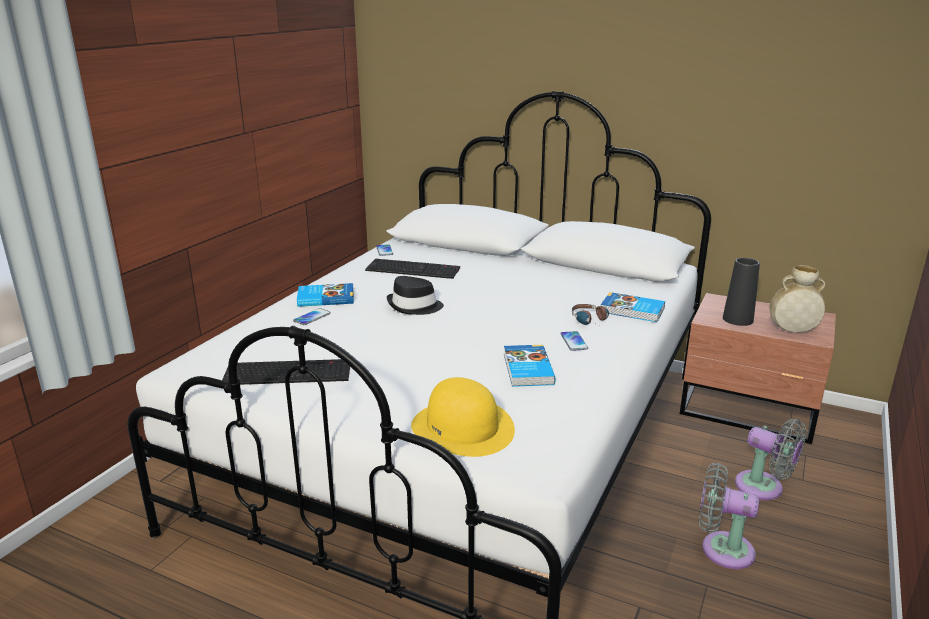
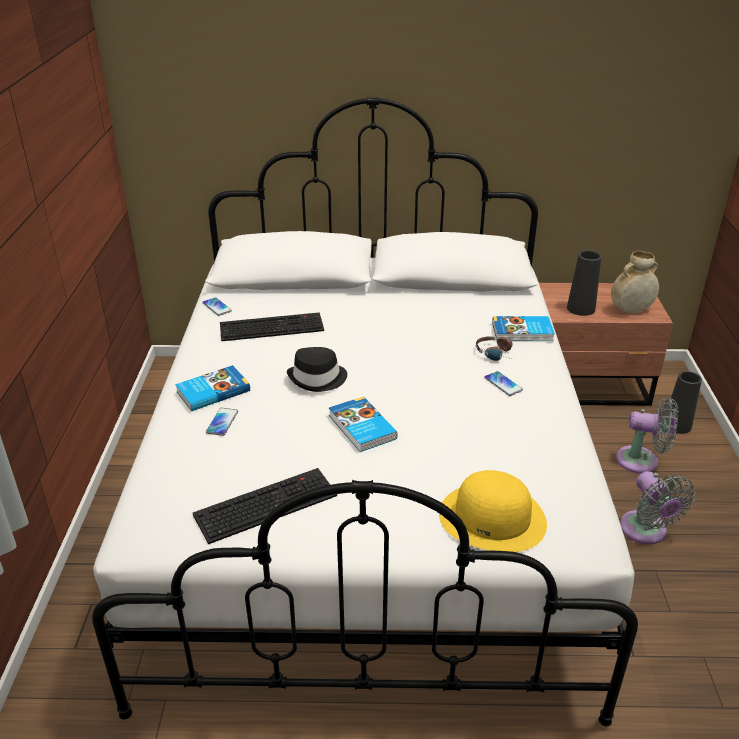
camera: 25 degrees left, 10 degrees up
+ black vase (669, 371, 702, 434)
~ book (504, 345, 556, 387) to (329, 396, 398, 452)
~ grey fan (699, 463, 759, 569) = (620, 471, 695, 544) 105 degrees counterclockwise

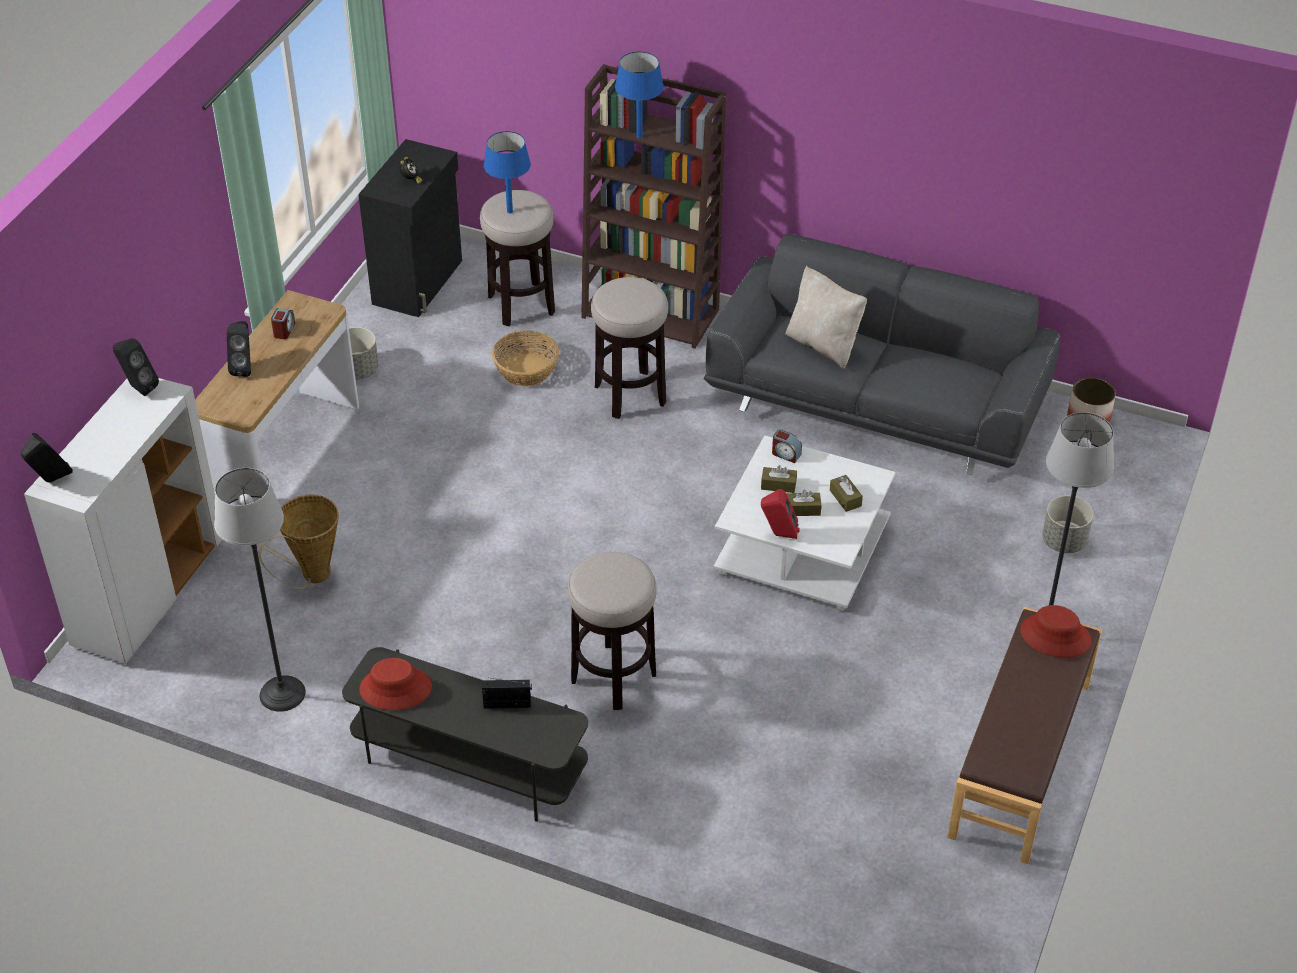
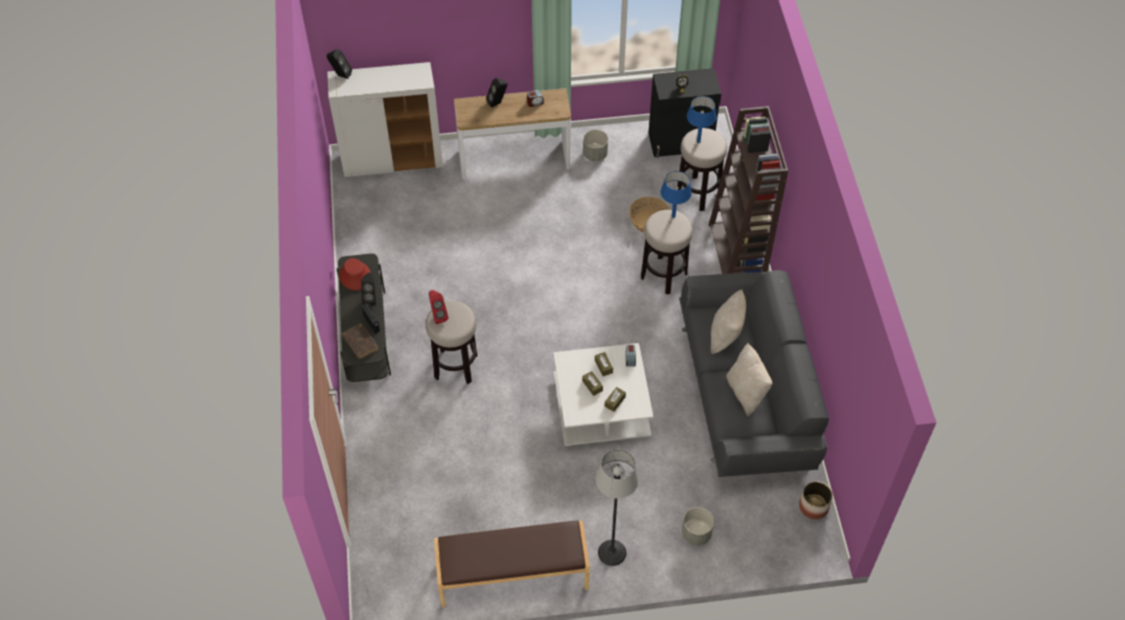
camera: 60 degrees right, 10 degrees up
- floor lamp (214, 468, 306, 712)
- basket (258, 495, 339, 589)
- red hat (1020, 605, 1092, 658)
+ brown book (342, 323, 379, 359)
+ beige pillow (726, 343, 772, 416)
~ black speaker (113, 338, 159, 396) to (361, 273, 376, 306)
~ blue table lamp (615, 51, 664, 138) to (661, 171, 692, 218)
~ red speaker (761, 489, 800, 539) to (429, 290, 449, 324)

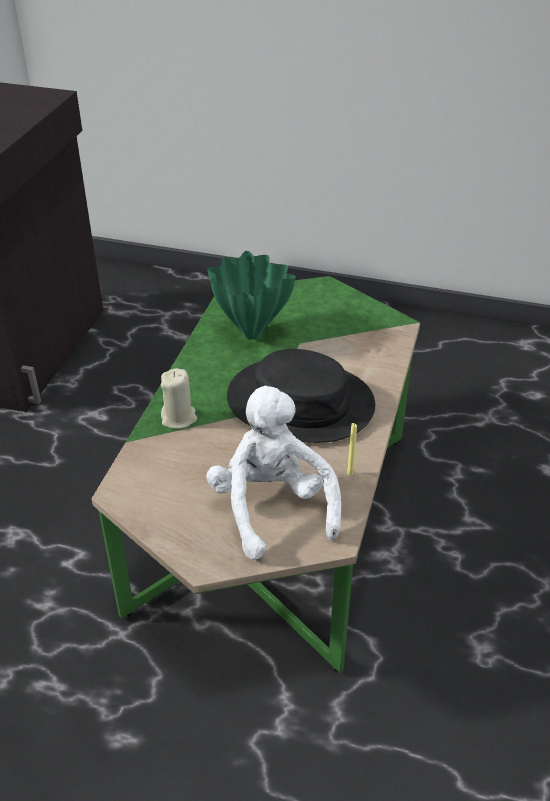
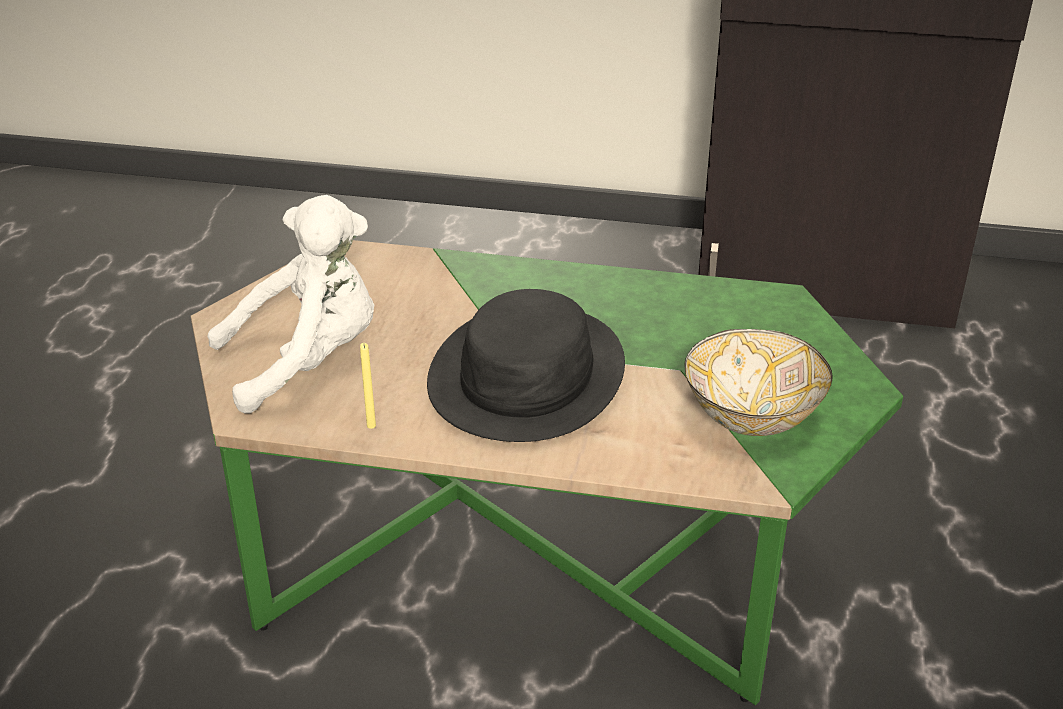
camera: 85 degrees right, 5 degrees down
- beige candle (161, 368, 197, 429)
- green vase (207, 251, 296, 340)
+ bowl (685, 329, 832, 436)

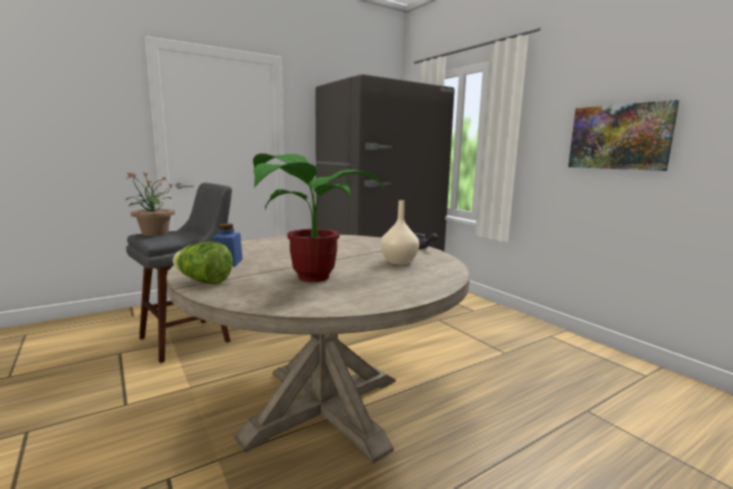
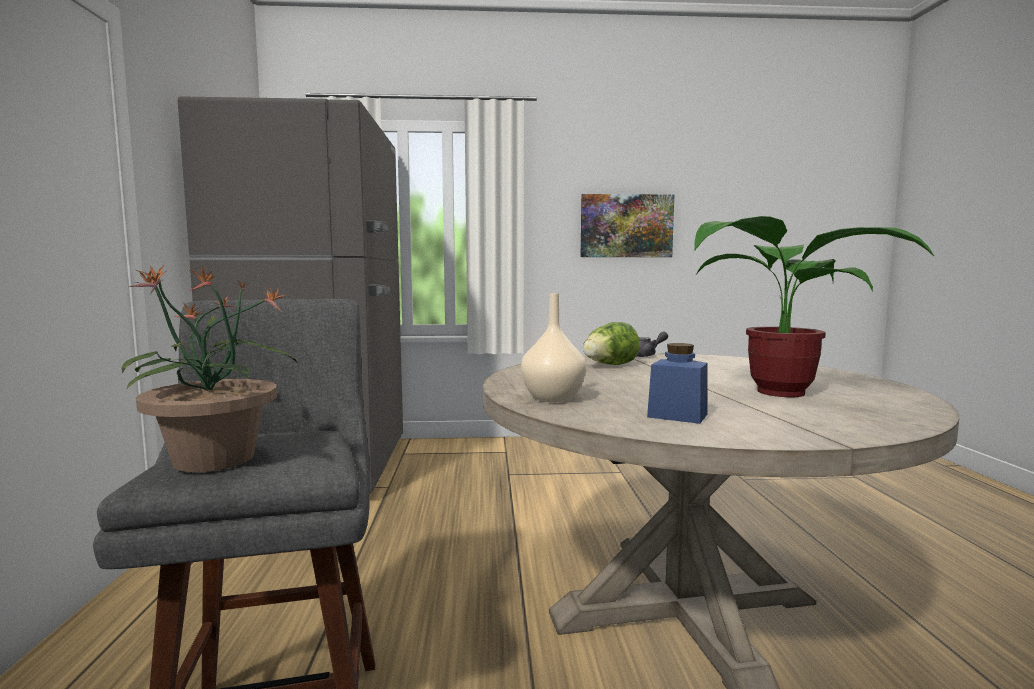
camera: 60 degrees left, 5 degrees down
~ lettuce (173, 241, 233, 285) to (583, 322, 640, 365)
~ beige vase (381, 200, 419, 265) to (521, 293, 586, 403)

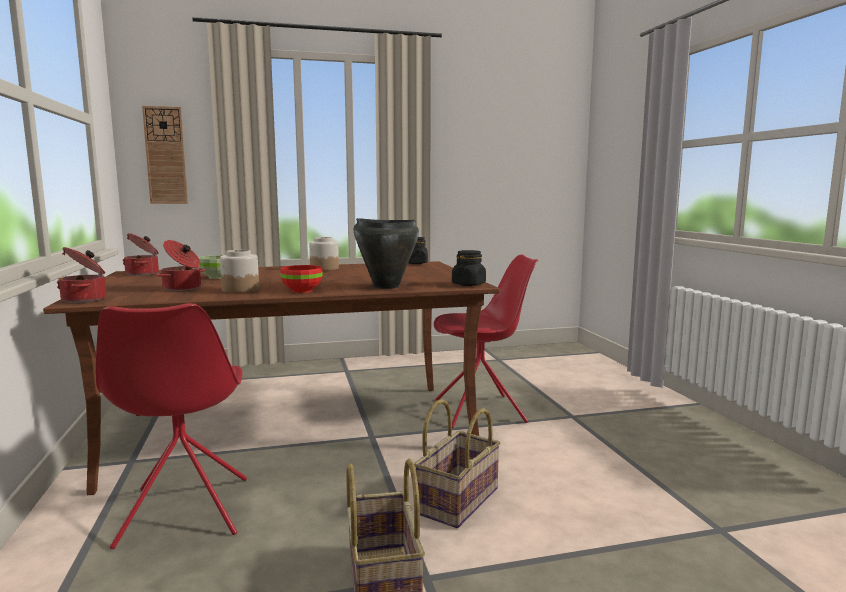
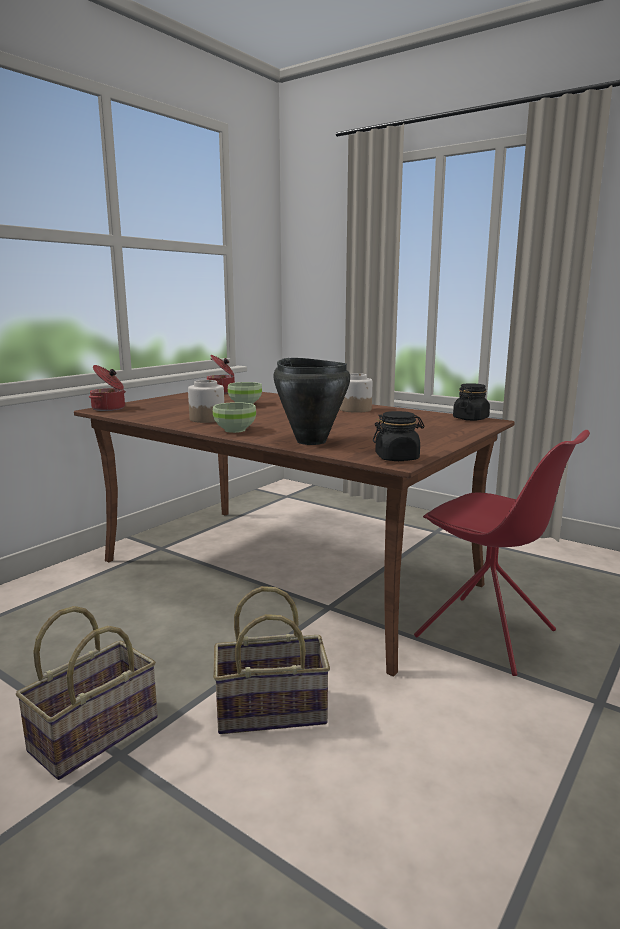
camera: 50 degrees right, 5 degrees up
- red chair (96, 303, 247, 549)
- wall clock (142, 106, 188, 204)
- cooking pot (156, 240, 205, 291)
~ red bowl (280, 265, 323, 293) to green bowl (213, 402, 256, 433)

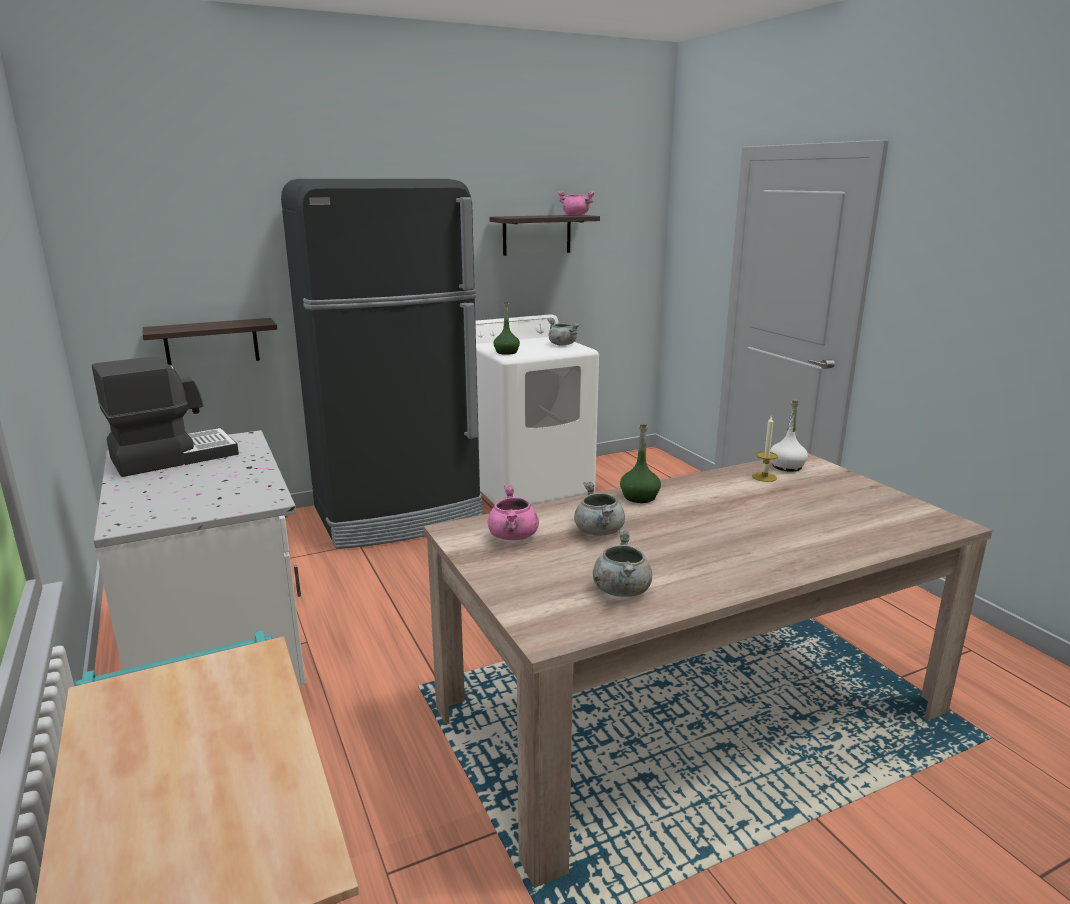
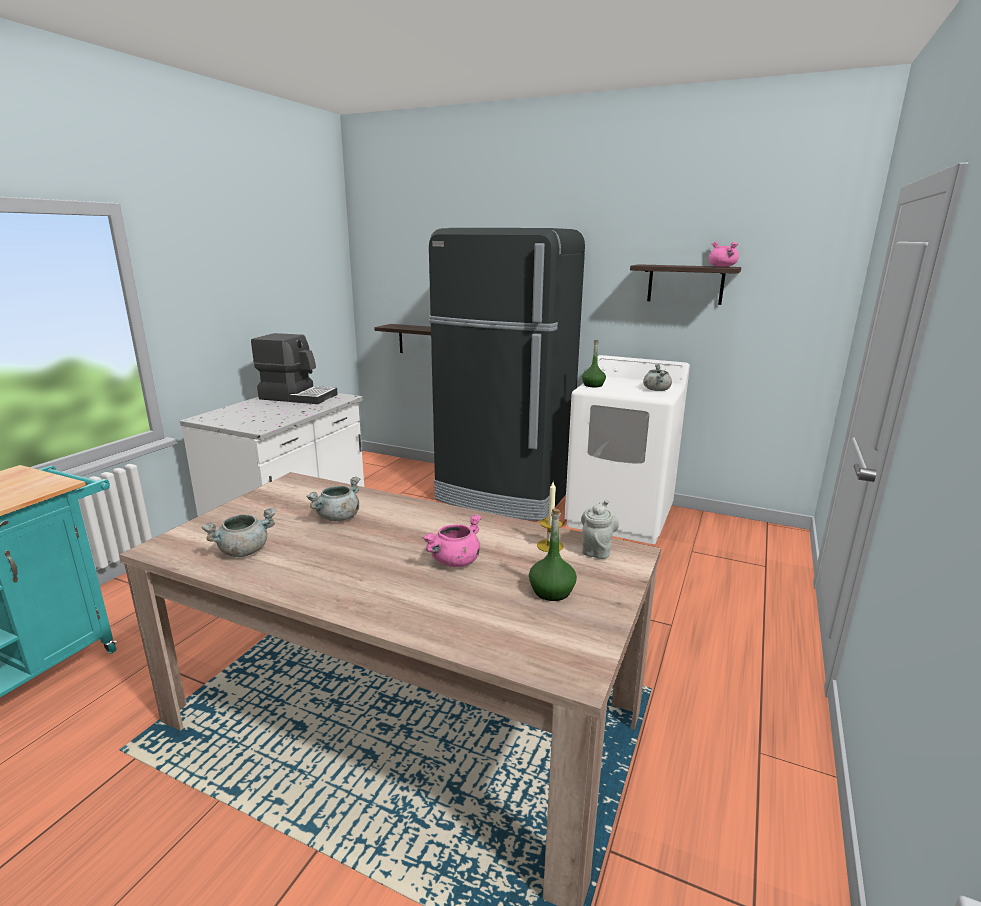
camera: 50 degrees right, 0 degrees up
~ pink cooking pot (488, 485, 539, 540) to (423, 514, 482, 567)
~ green bottle (620, 424, 661, 503) to (529, 508, 577, 601)
~ white bottle (770, 399, 808, 472) to grey teapot (581, 499, 619, 559)

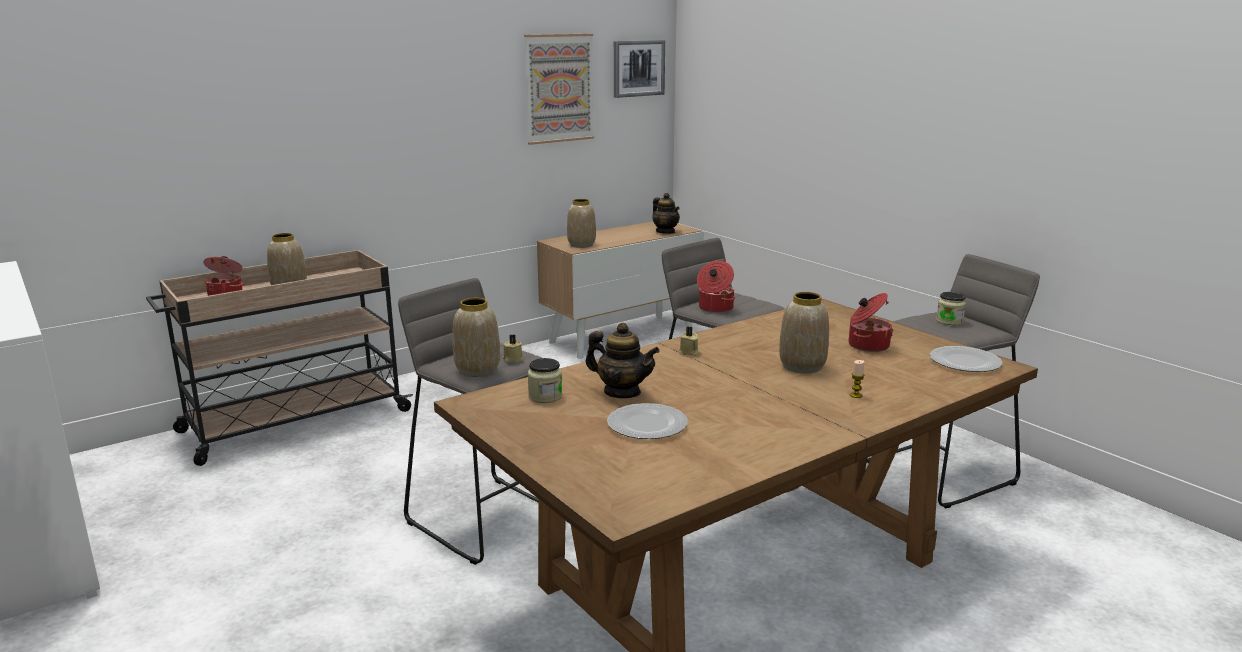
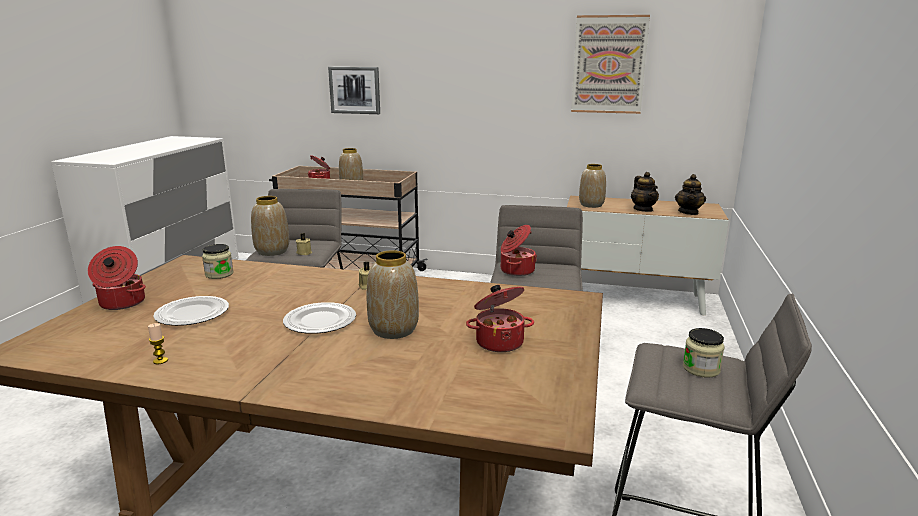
camera: 50 degrees right, 0 degrees up
+ cooking pot (88, 246, 146, 310)
~ teapot (585, 323, 660, 398) to (631, 172, 659, 212)
~ picture (614, 40, 665, 98) to (328, 67, 380, 114)
~ candle (850, 360, 865, 398) to (148, 323, 168, 364)
~ plate (930, 346, 1003, 372) to (283, 302, 356, 334)

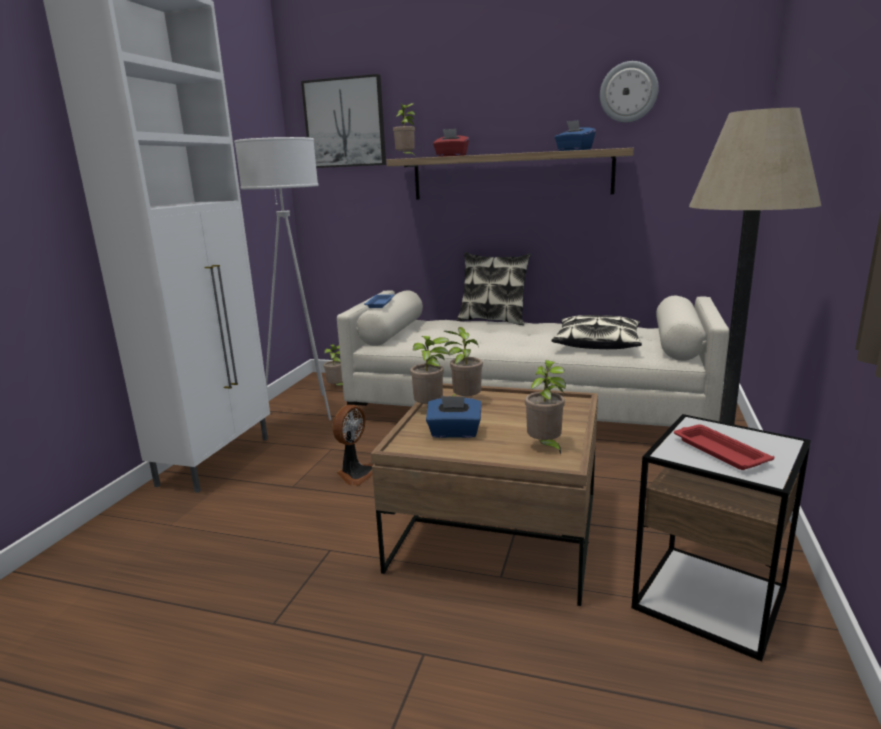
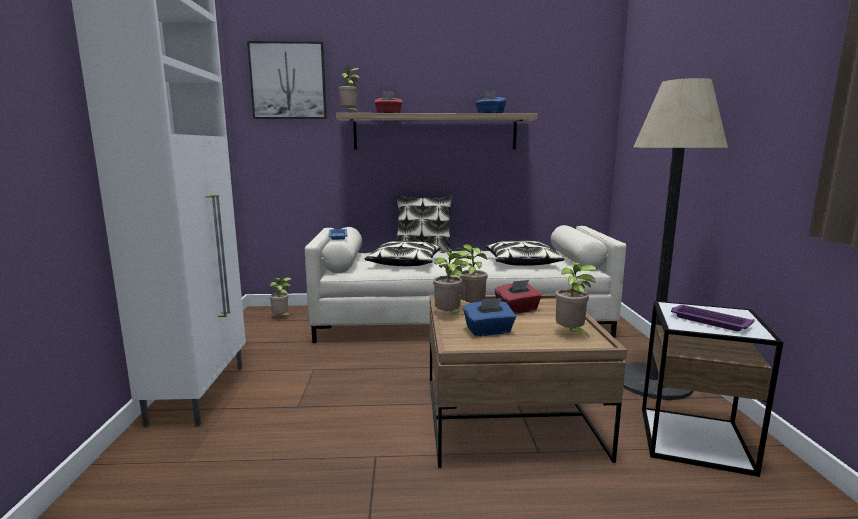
camera: 20 degrees left, 5 degrees down
- white floor lamp (234, 137, 331, 420)
- fan (332, 405, 373, 486)
- wall clock (600, 61, 659, 122)
+ pillow (364, 241, 441, 266)
+ red tissue box (495, 280, 542, 314)
~ red tray (674, 424, 774, 470) to purple tray (671, 305, 755, 331)

